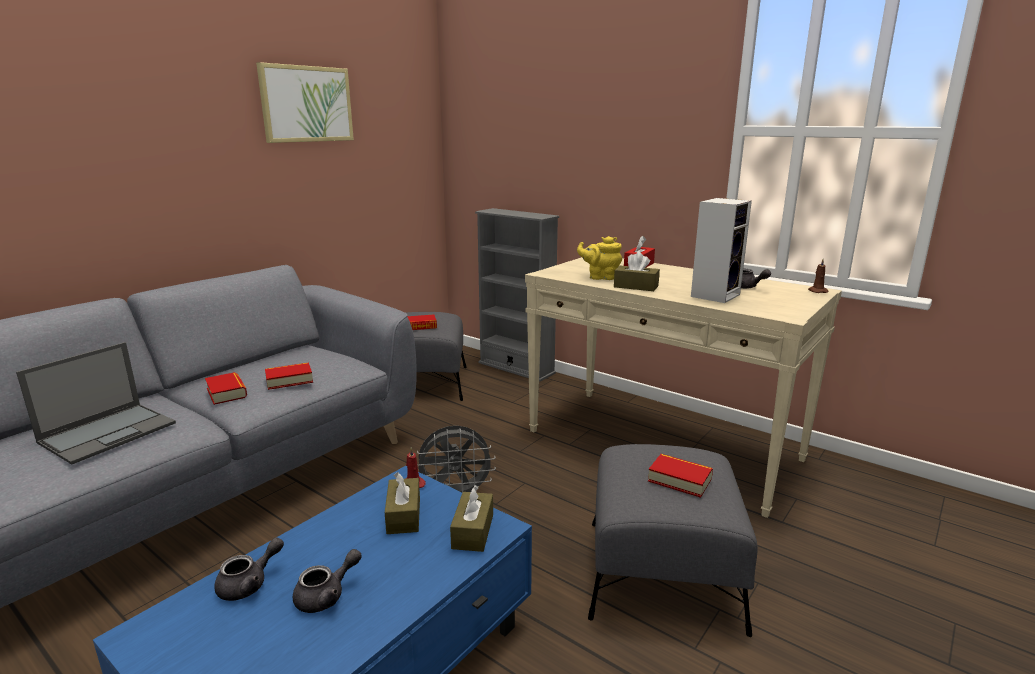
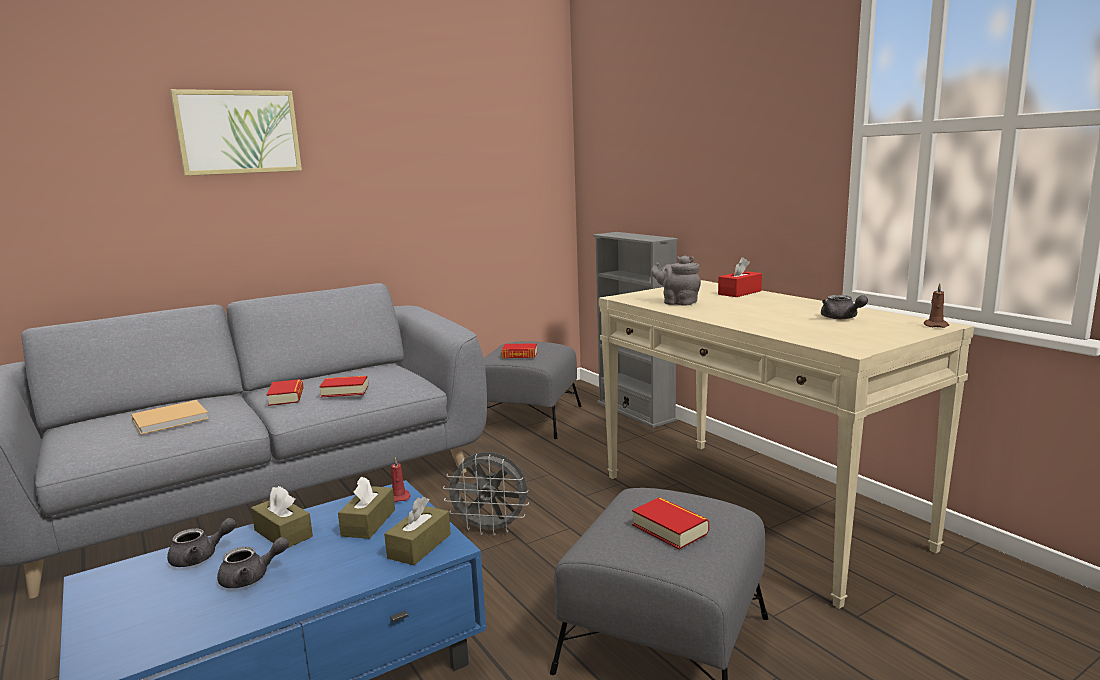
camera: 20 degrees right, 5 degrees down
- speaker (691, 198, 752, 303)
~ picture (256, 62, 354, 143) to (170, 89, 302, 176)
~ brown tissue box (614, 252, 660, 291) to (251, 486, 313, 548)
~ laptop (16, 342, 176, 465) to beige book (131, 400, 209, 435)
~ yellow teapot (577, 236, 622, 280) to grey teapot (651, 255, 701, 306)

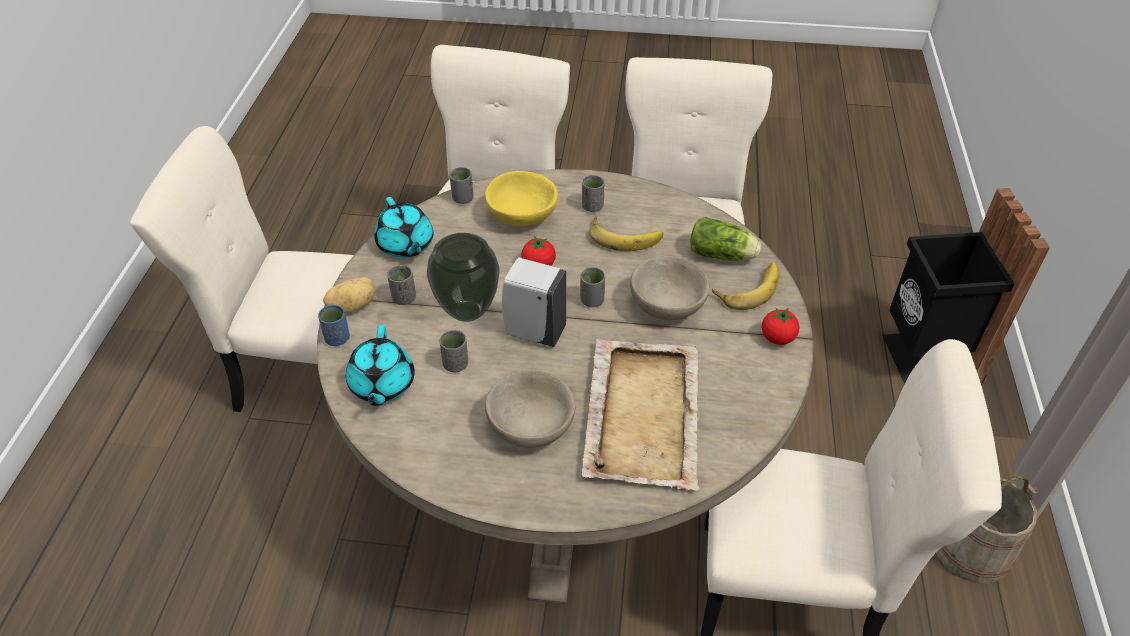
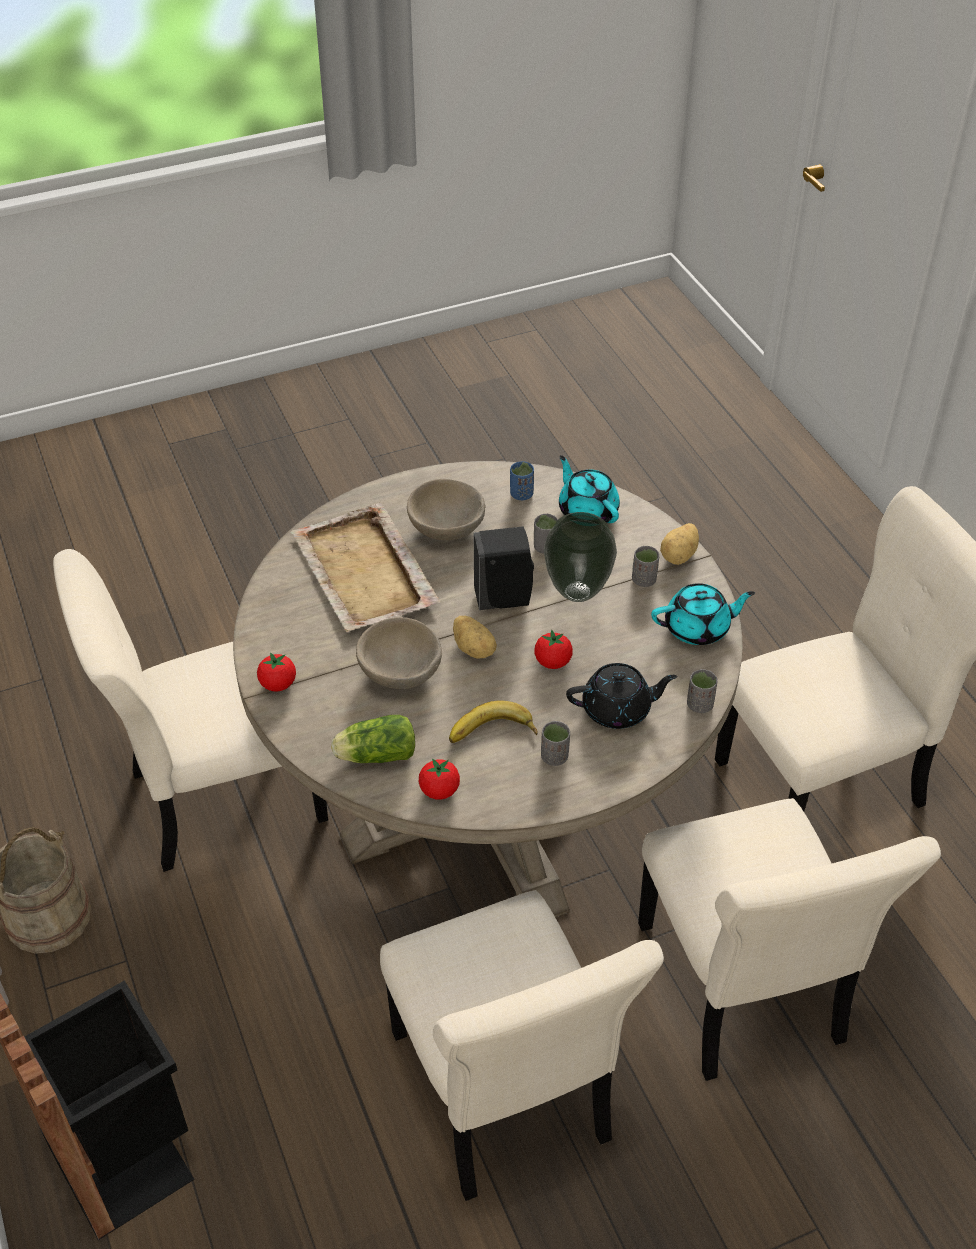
camera: 150 degrees right, 0 degrees up
- banana (712, 261, 780, 310)
+ tomato (419, 758, 460, 800)
~ blue cup (318, 304, 350, 346) to (510, 461, 534, 500)
~ yellow bowl (485, 171, 558, 226) to black teapot (566, 663, 677, 729)
~ grey cup (580, 267, 605, 307) to potato (453, 616, 497, 658)
~ white soap dispenser (502, 257, 567, 347) to black soap dispenser (474, 526, 534, 610)
~ turquoise teapot (374, 197, 433, 258) = (651, 583, 755, 645) 135 degrees clockwise

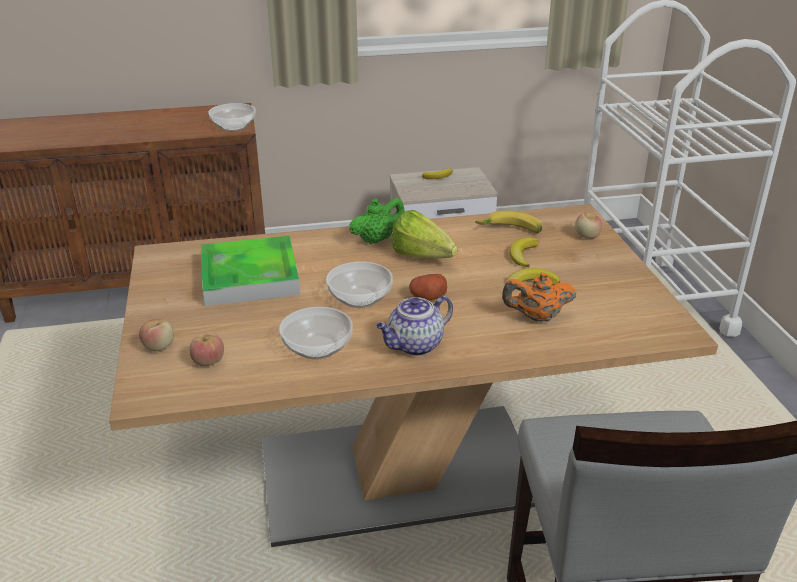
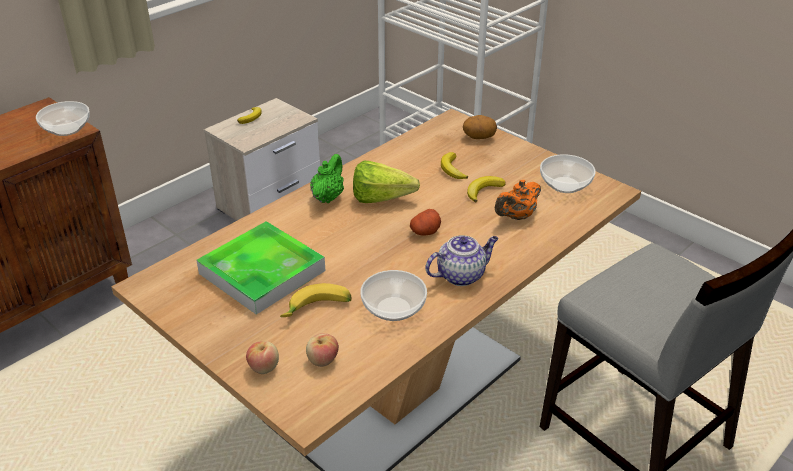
camera: 35 degrees left, 5 degrees up
~ bowl (326, 262, 393, 308) to (540, 154, 596, 193)
~ banana (475, 210, 542, 233) to (280, 283, 351, 317)
~ apple (575, 212, 602, 239) to potato (463, 115, 497, 139)
~ teapot (376, 295, 453, 356) = (425, 235, 499, 286) 135 degrees counterclockwise

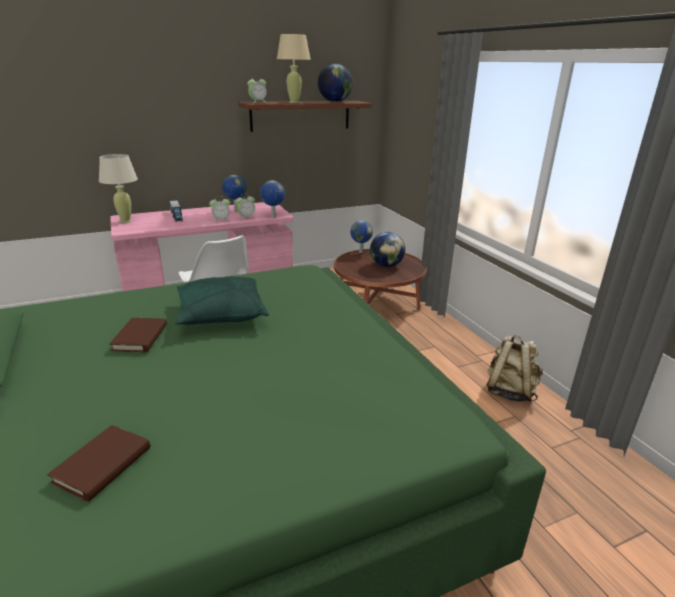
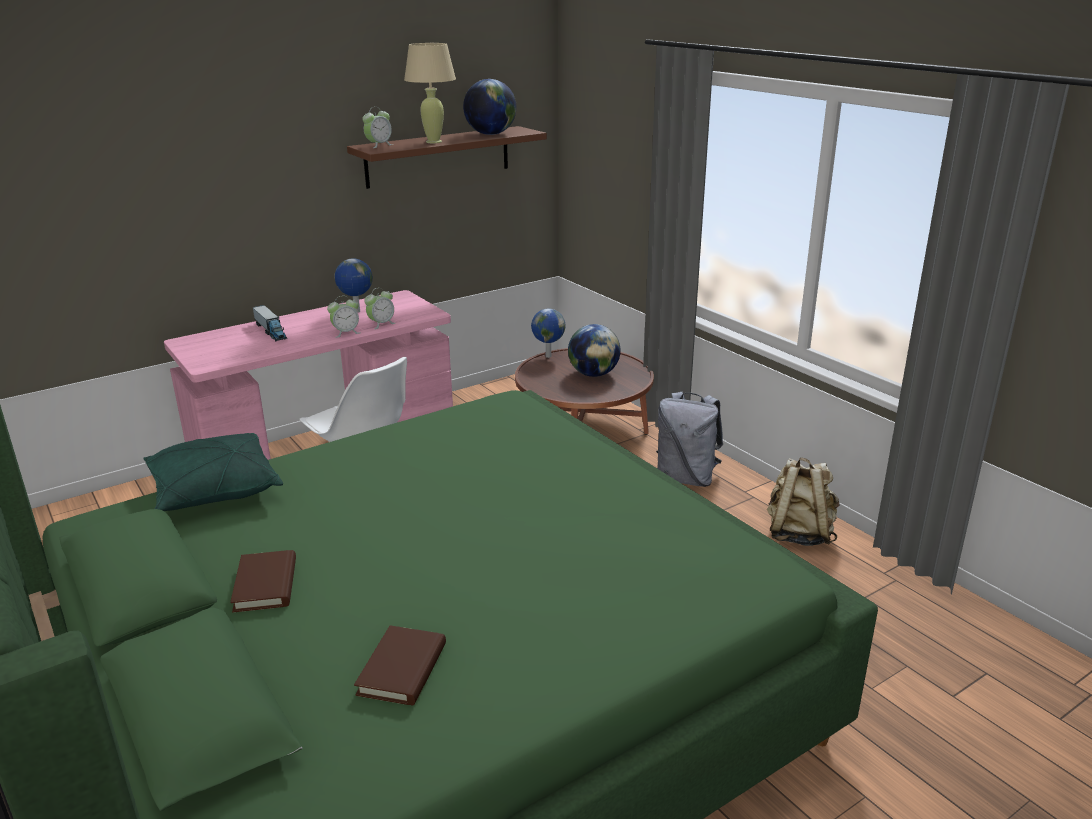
camera: 10 degrees left, 0 degrees up
- beige table lamp (99, 154, 138, 223)
- globe (260, 180, 285, 217)
+ grey backpack (656, 392, 723, 487)
~ brown book (109, 318, 167, 352) to (230, 550, 296, 612)
~ green pillow (175, 277, 269, 325) to (143, 433, 283, 511)

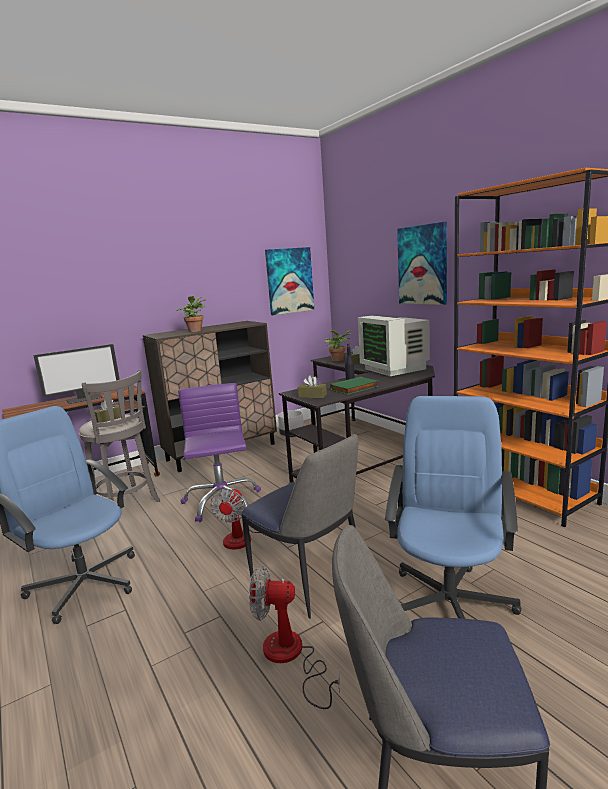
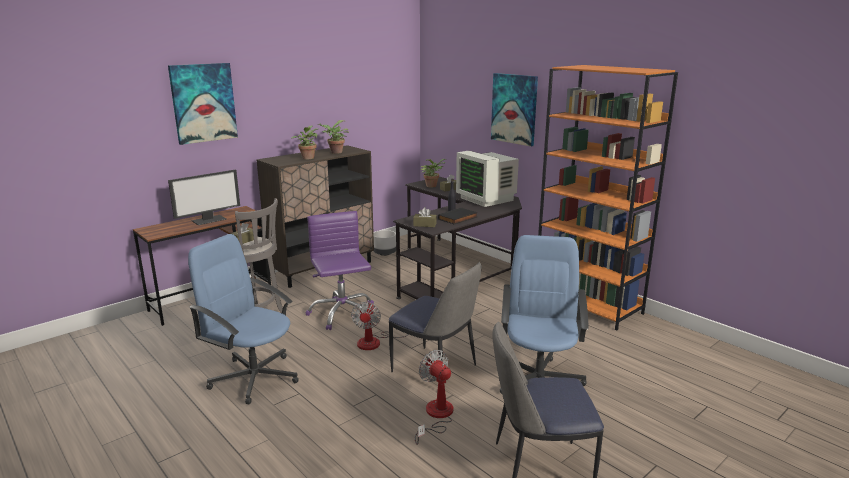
camera: 10 degrees left, 5 degrees up
+ potted plant (317, 120, 349, 154)
~ picture (265, 247, 314, 315) to (168, 63, 238, 145)
~ green book (330, 377, 378, 395) to black book (438, 208, 478, 225)
~ fan (249, 566, 340, 709) = (415, 350, 454, 445) 60 degrees clockwise

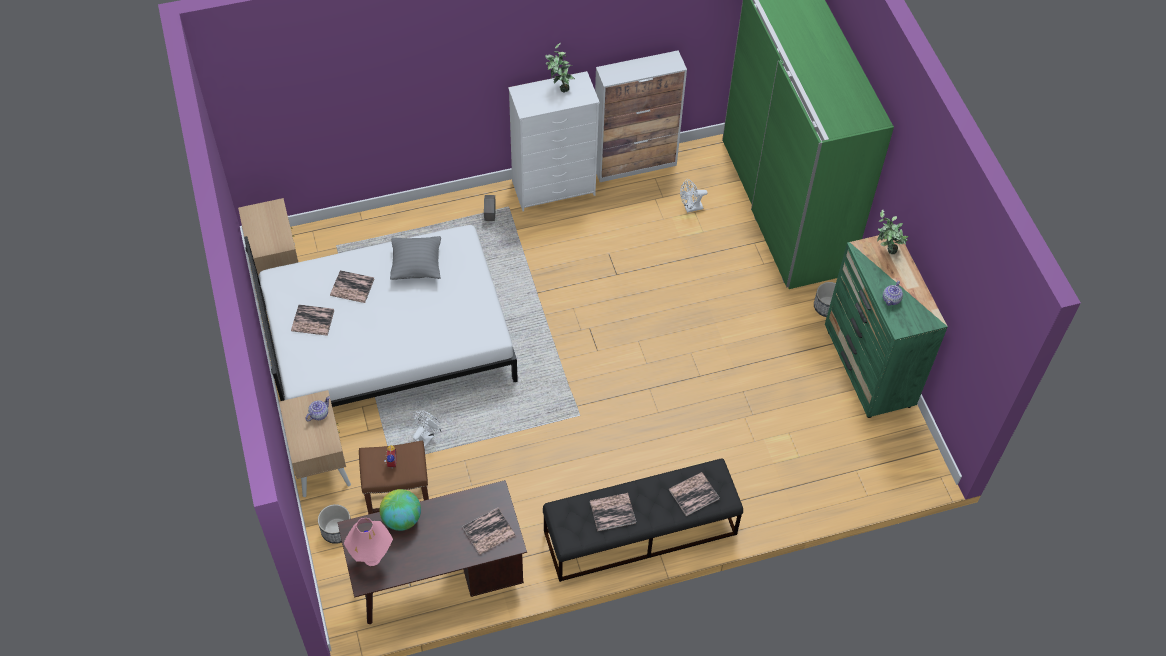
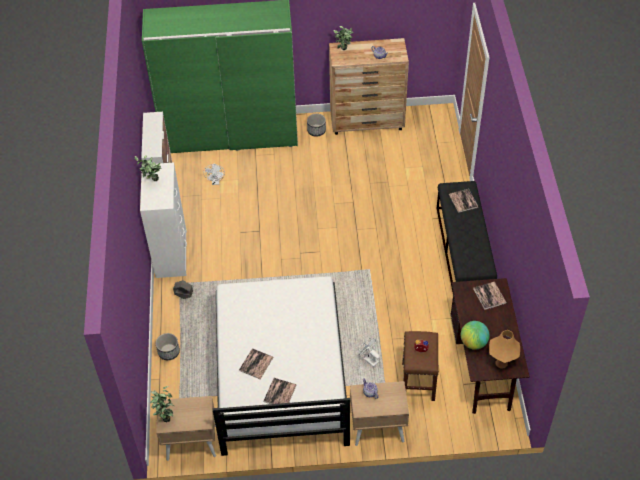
camera: 75 degrees left, 5 degrees down
- grey pillow (390, 236, 441, 280)
- book (590, 493, 636, 531)
+ potted plant (150, 386, 175, 422)
~ planter (318, 504, 351, 544) to (156, 333, 180, 360)
~ pink table lamp (344, 518, 393, 566) to orange table lamp (489, 330, 520, 369)
~ green dresser (825, 232, 948, 418) to brown dresser (329, 38, 409, 135)

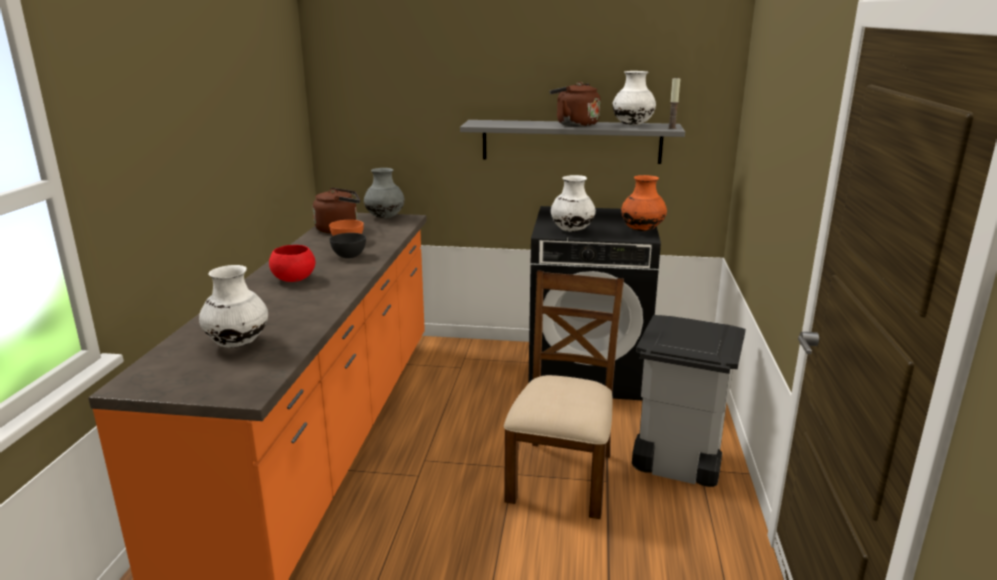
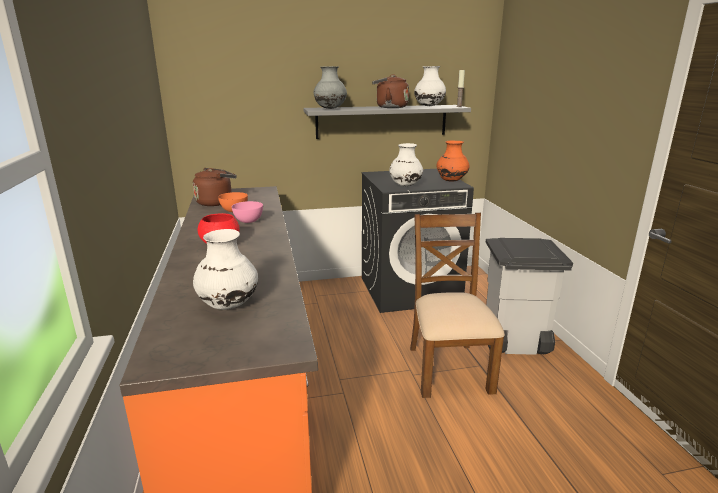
camera: 20 degrees left, 0 degrees up
~ grey vase (364, 168, 405, 218) to (313, 66, 347, 109)
~ grey bowl (329, 233, 366, 258) to pink bowl (232, 201, 263, 223)

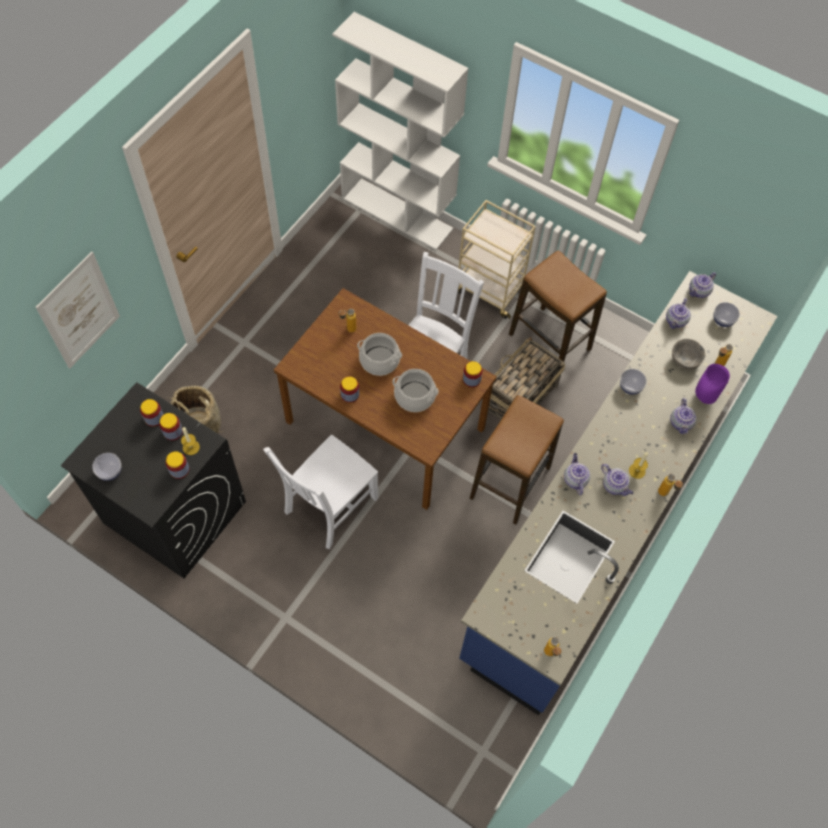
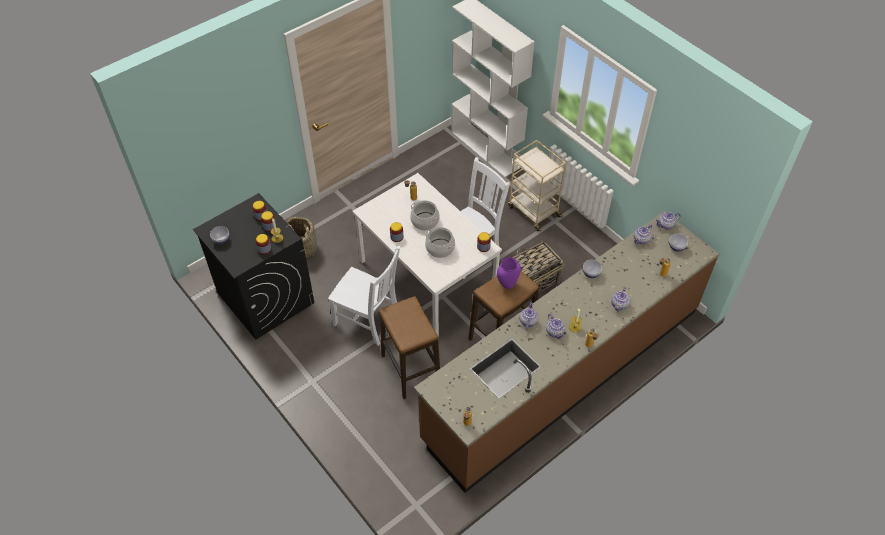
camera: 20 degrees right, 10 degrees down
- picture (36, 251, 120, 368)
- grey bowl (672, 339, 705, 370)
~ stool (509, 250, 607, 362) to (379, 296, 440, 399)
~ purple vase (695, 364, 730, 404) to (497, 257, 521, 289)
~ brown dining table (274, 288, 497, 510) to white dining table (353, 173, 502, 337)
~ blue counter (459, 271, 777, 715) to brown counter (414, 211, 719, 493)
~ white chair (263, 435, 379, 549) = (328, 246, 400, 346) 120 degrees counterclockwise

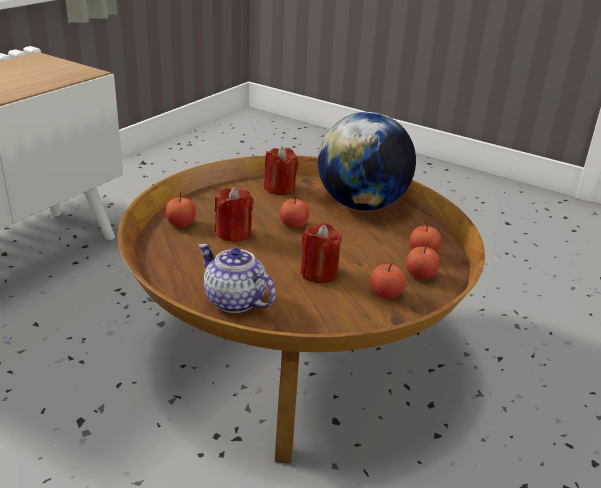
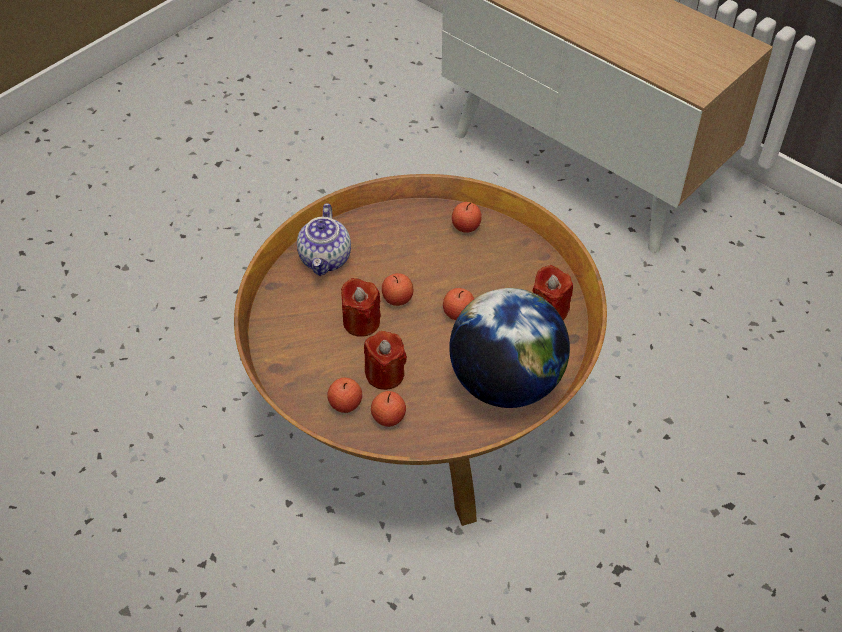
camera: 100 degrees right, 20 degrees up
~ red candle (215, 187, 254, 243) to (364, 331, 407, 390)
~ apple (370, 263, 405, 299) to (382, 273, 414, 306)
~ teapot (198, 243, 276, 313) = (297, 203, 351, 276) 135 degrees clockwise

